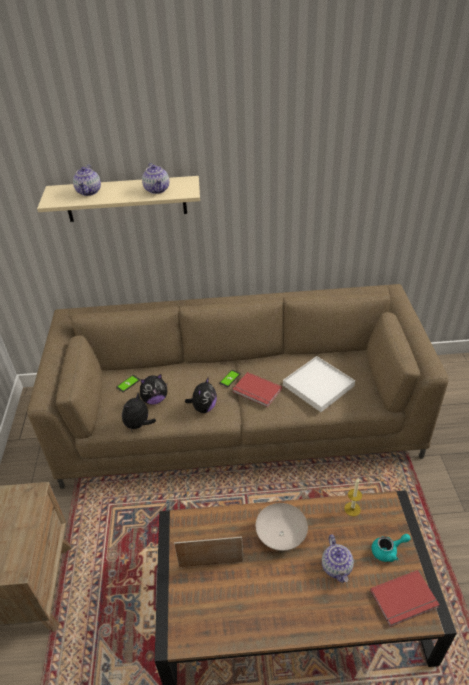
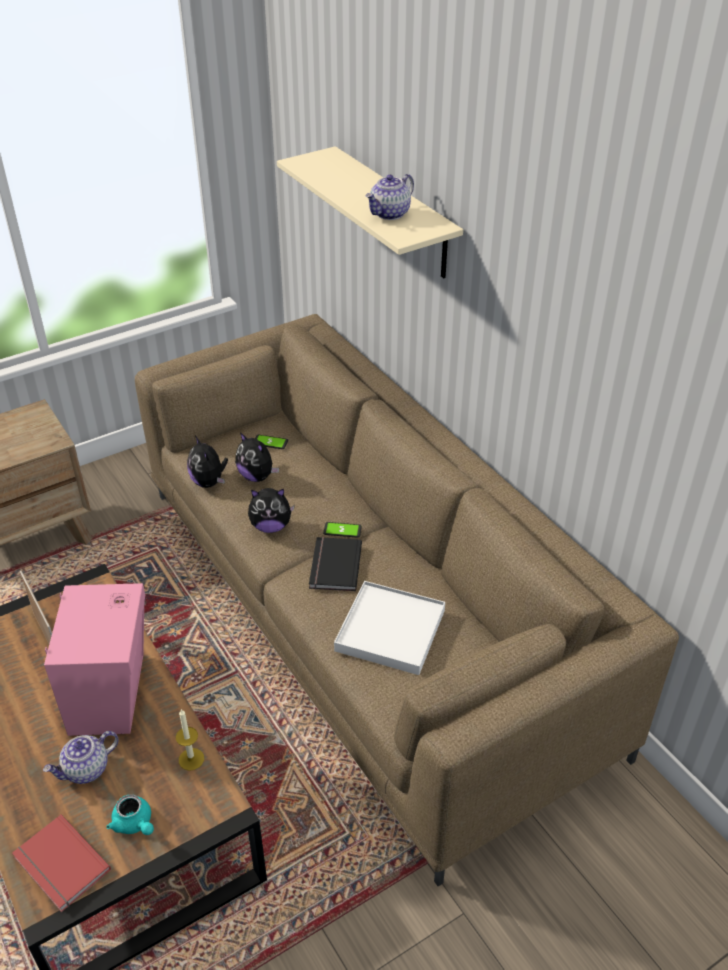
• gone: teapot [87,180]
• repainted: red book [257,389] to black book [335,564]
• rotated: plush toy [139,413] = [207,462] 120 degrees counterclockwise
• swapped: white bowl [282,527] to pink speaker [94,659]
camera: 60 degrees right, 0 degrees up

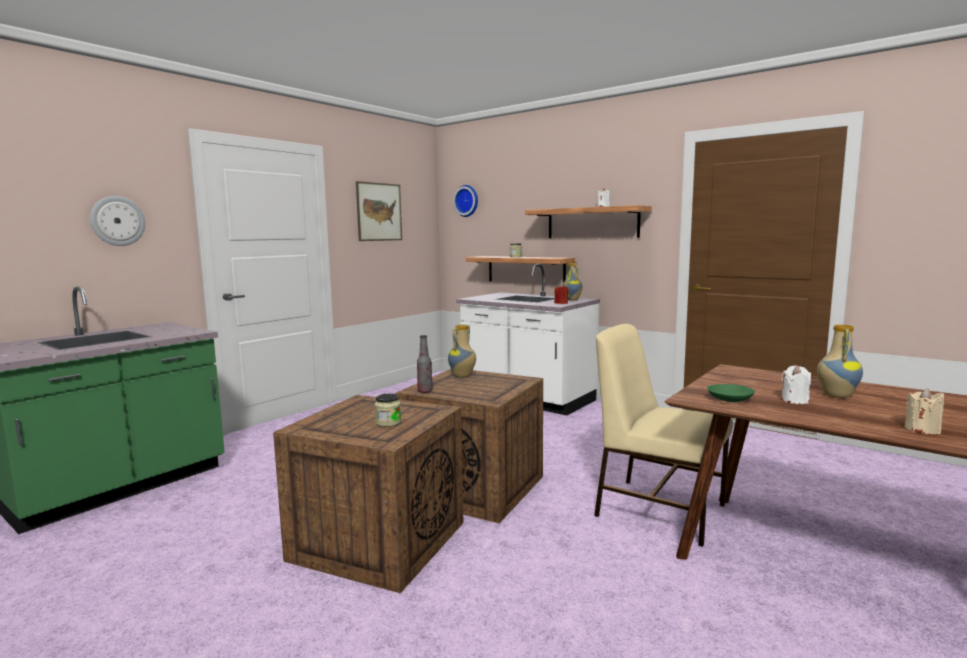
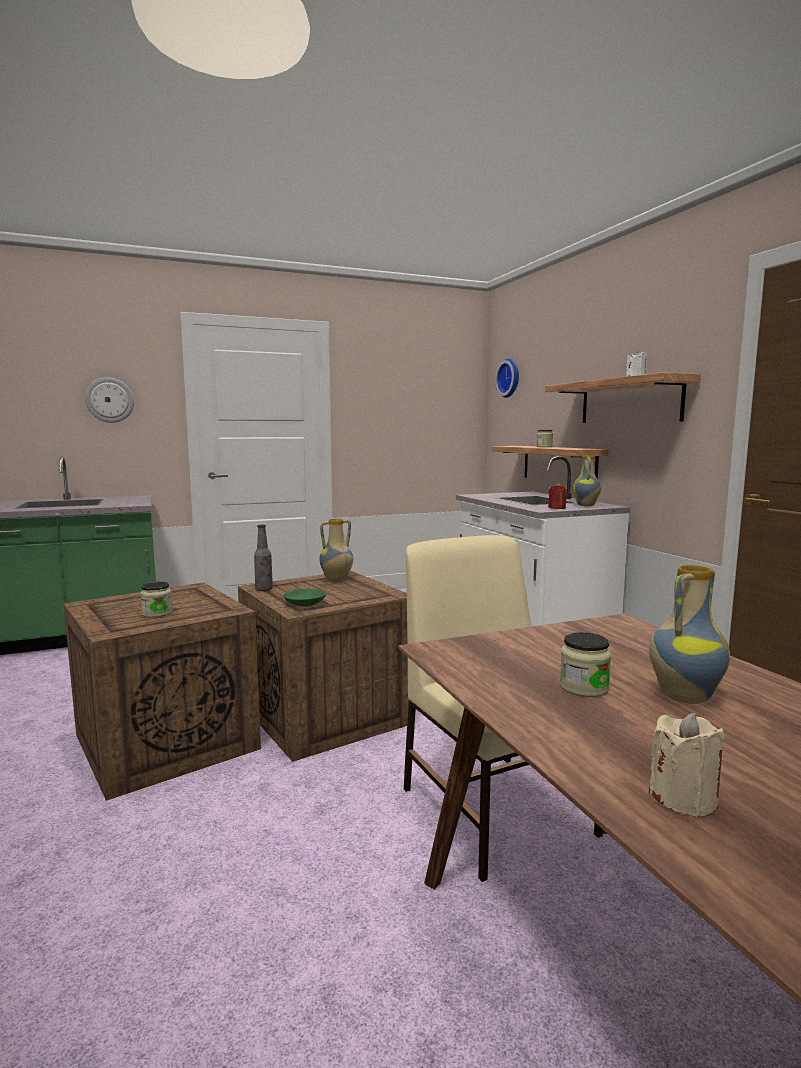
• gone: picture [379,211]
• swapped: white candle [796,384] to jar [585,664]
• shifted: green bowl [731,393] to [305,598]
camera: 30 degrees right, 0 degrees up

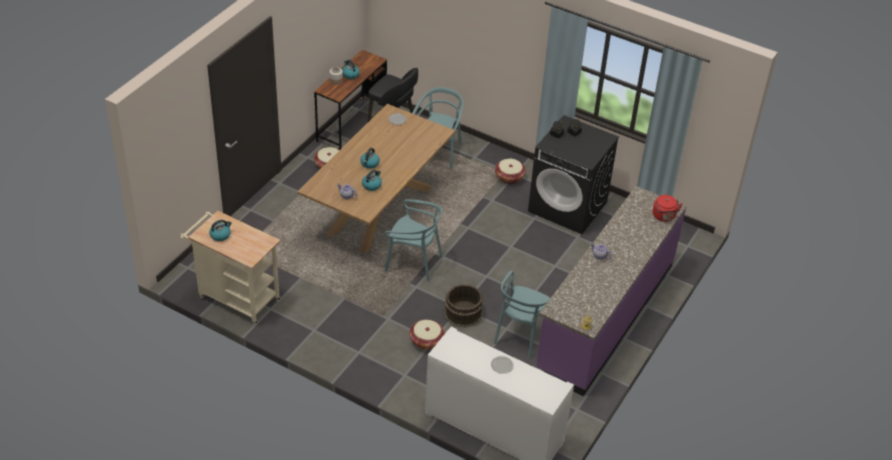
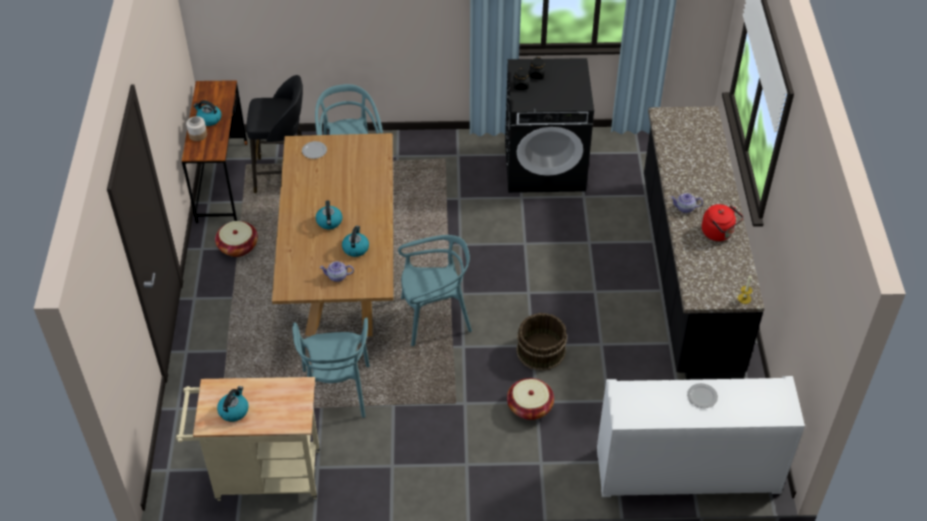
• gone: basket [510,171]
• repainted: purple counter [611,291] to black counter [704,243]
• shifted: red kettle [668,208] to [722,222]
• shifted: turquoise chair [522,314] to [331,367]
camera: 30 degrees left, 5 degrees up

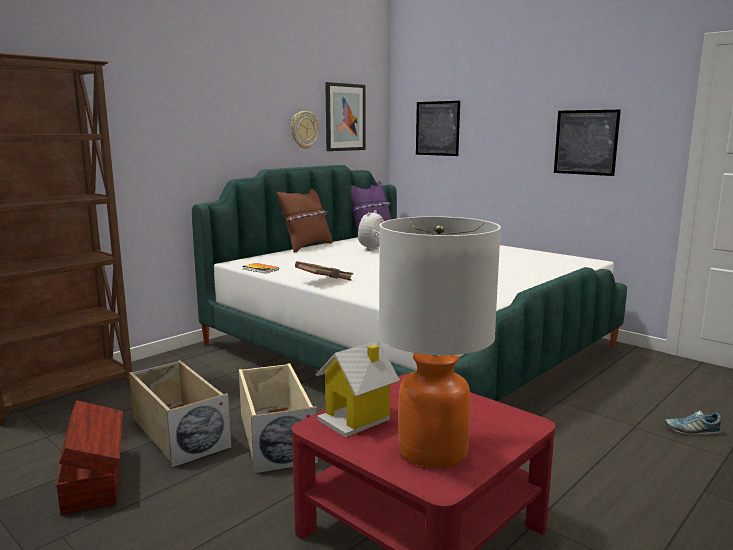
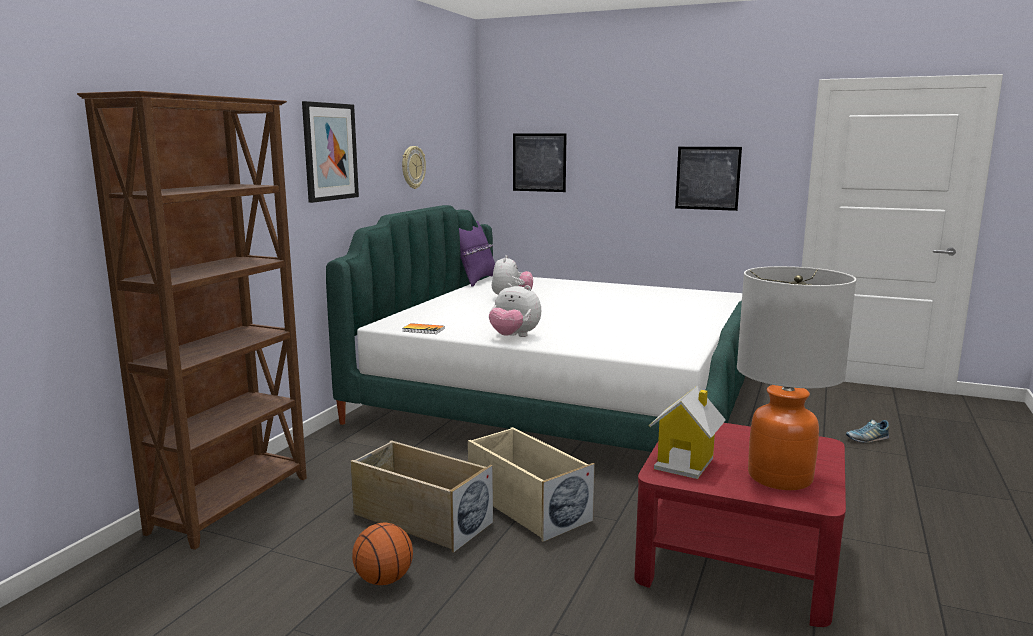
• shifted: picture [345,116] to [330,152]
• gone: brown pillow [304,221]
• swapped: brown book [324,271] to plush toy [515,310]
• swapped: brown storage box [89,457] to basketball [382,554]
camera: 20 degrees left, 0 degrees up

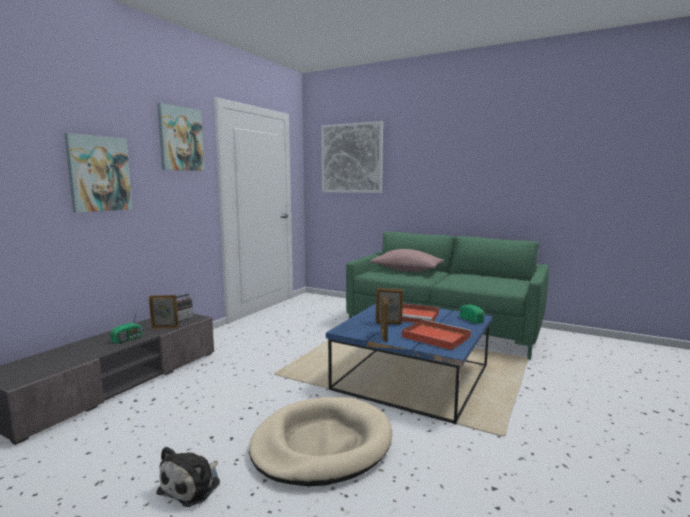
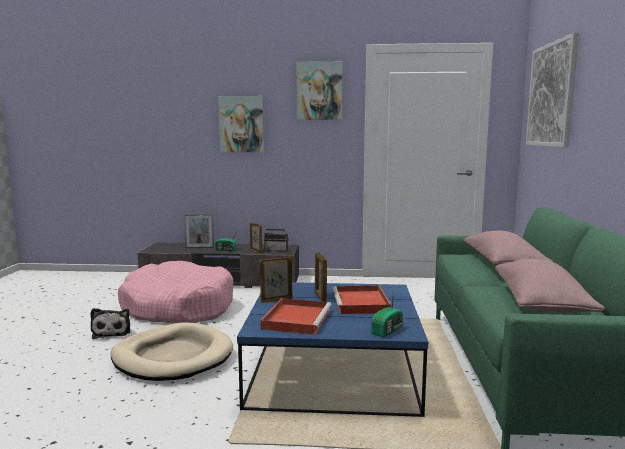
• rotated: plush toy [188,476] = [110,323] 105 degrees counterclockwise
• new: picture frame [199,230]
• new: pink pillow [550,286]
• new: pink dog bed [175,292]
camera: 65 degrees right, 0 degrees up

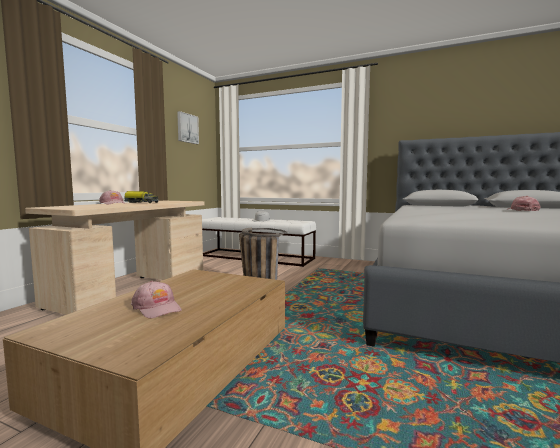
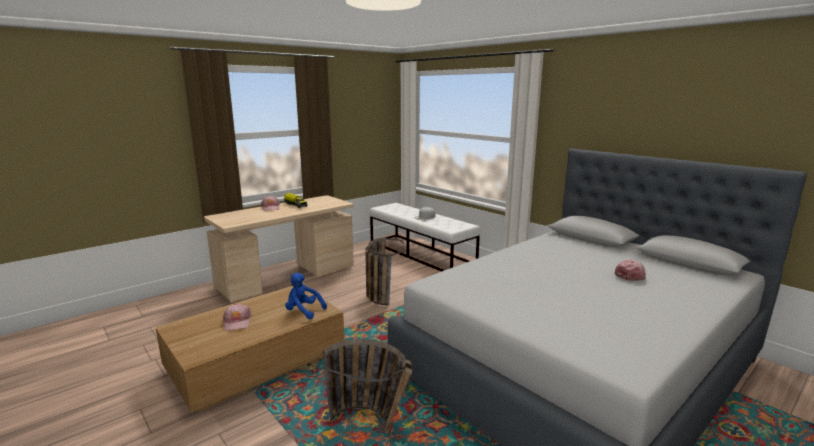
• gone: picture [188,127]
• new: blue plush toy [306,296]
• new: basket [367,386]
camera: 25 degrees right, 10 degrees up

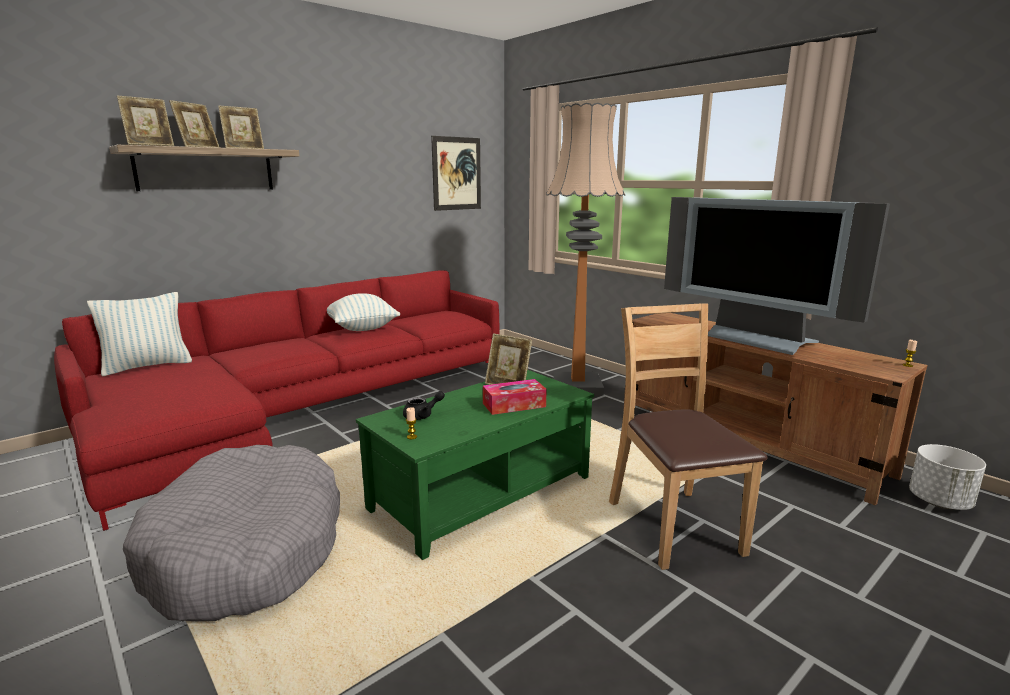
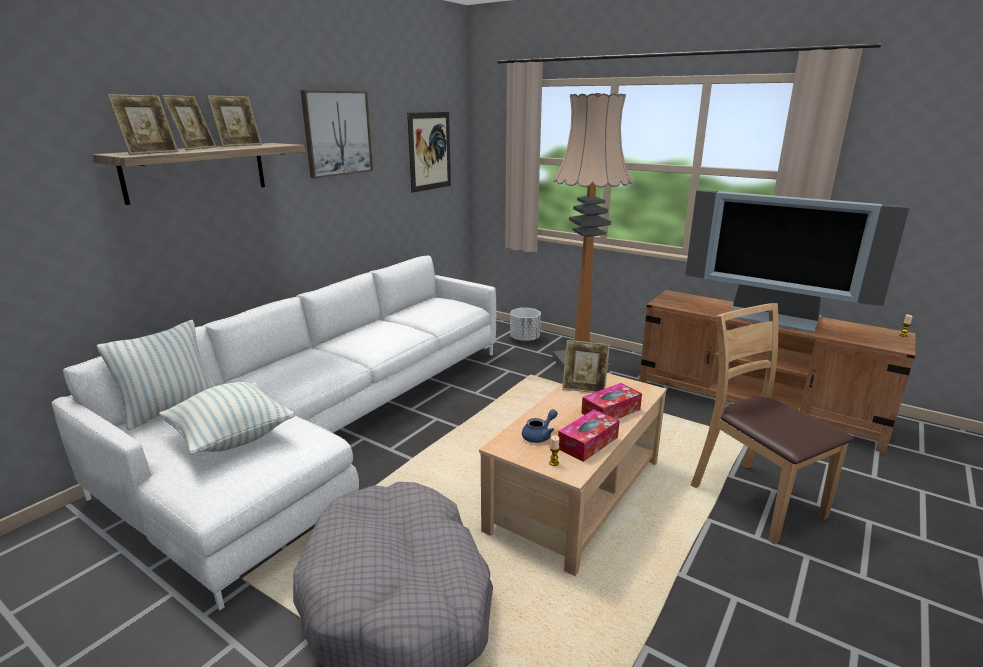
• repainted: red sofa [276,400] to white sofa [274,433]
• shifted: pillow [363,312] to [227,418]
• repainted: green coffee table [475,465] to beige coffee table [573,474]
• repainted: black teapot [424,405] to blue teapot [540,426]
• shifted: white planter [947,477] to [525,325]
• new: picture [337,134]
• new: tissue box [589,436]
camera: 15 degrees left, 5 degrees up

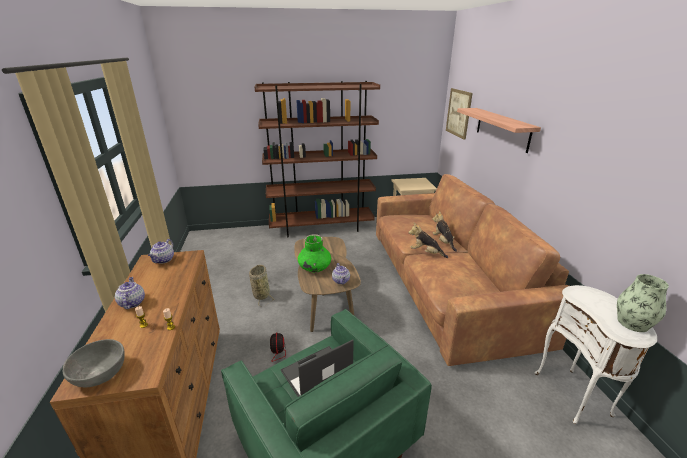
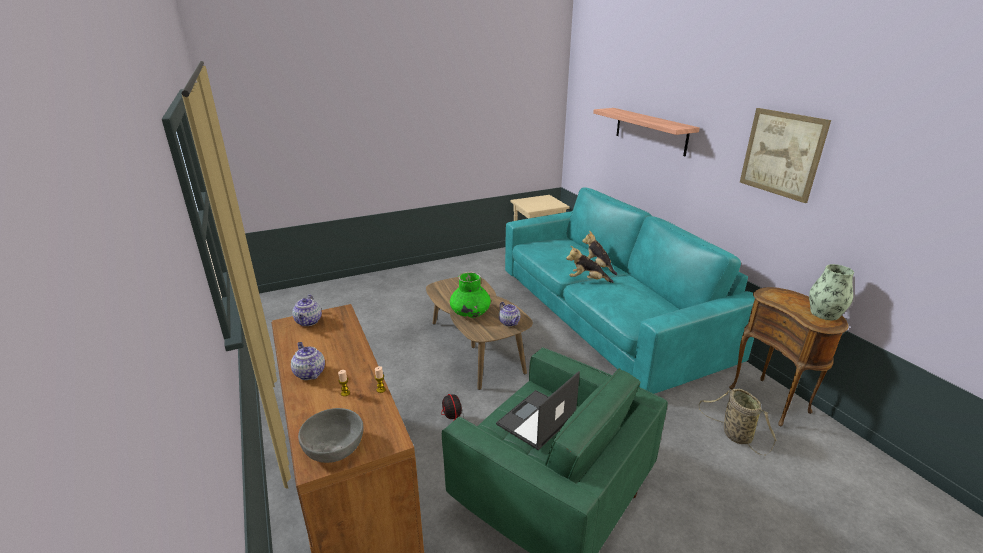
• gone: brown bookcase [317,159]
• shifted: picture [459,114] to [785,155]
• repainted: brown sofa [472,270] to turquoise sofa [630,290]
• shifted: basket [262,285] to [737,422]
• repainted: white side table [595,354] to brown side table [789,356]
camera: 15 degrees left, 0 degrees up

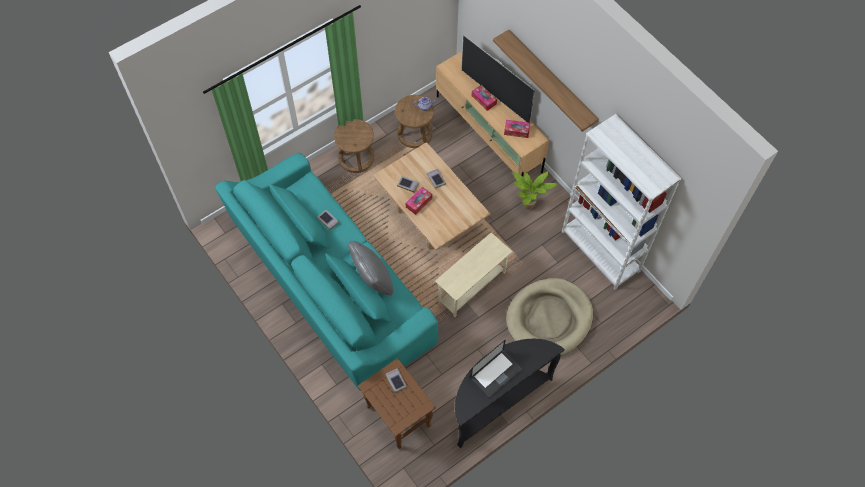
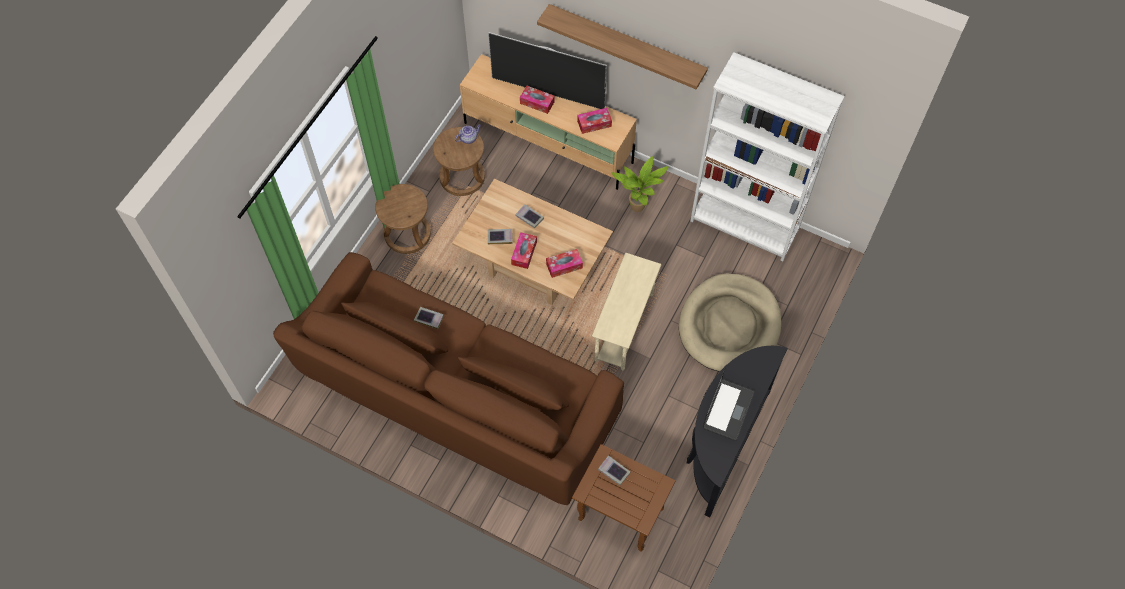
• repainted: turquoise sofa [326,271] to brown sofa [448,378]
• gone: grey pillow [370,268]
• new: tissue box [564,263]
camera: 25 degrees left, 0 degrees up

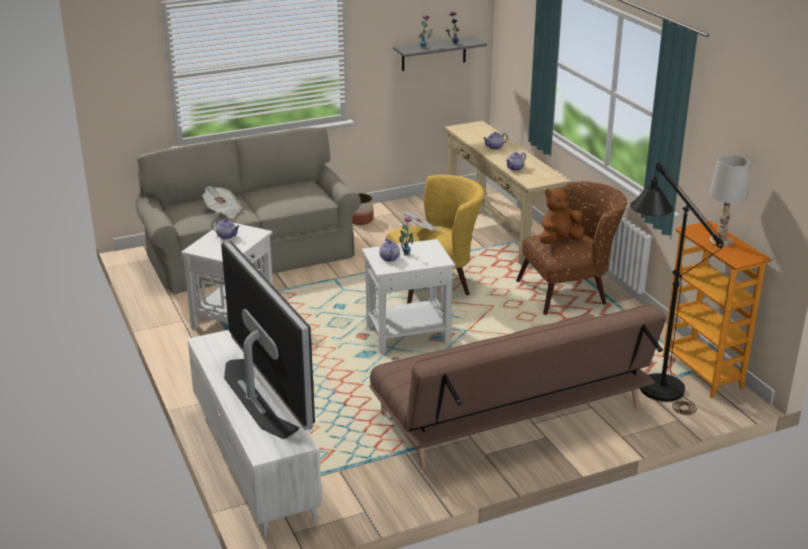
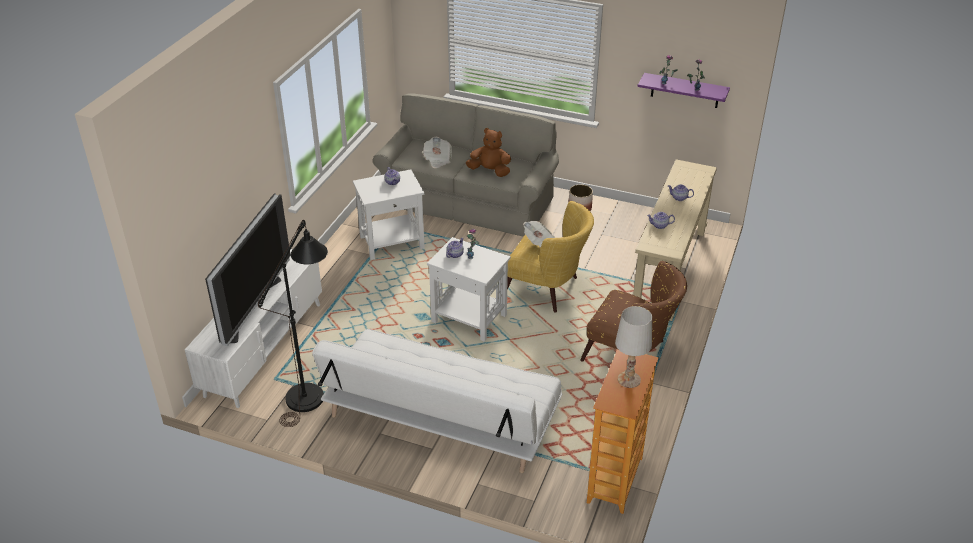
• repainted: grey shelf [440,53] to purple shelf [683,90]
• shifted: black floor lamp [677,289] to [293,323]
• shifted: brown plush toy [562,215] to [488,152]
• repainted: brown sofa [517,387] to white sofa [437,401]
camera: 45 degrees right, 10 degrees up

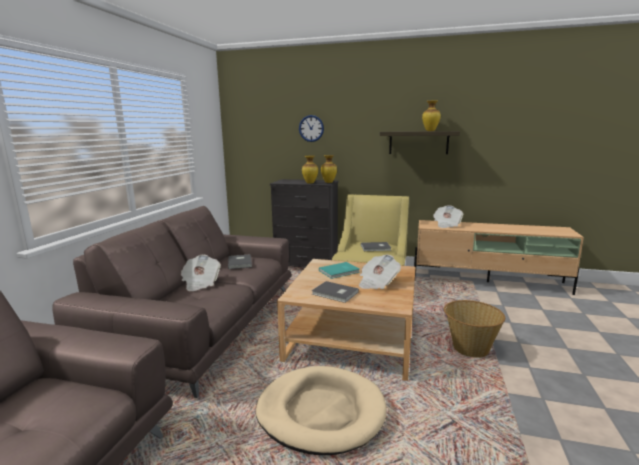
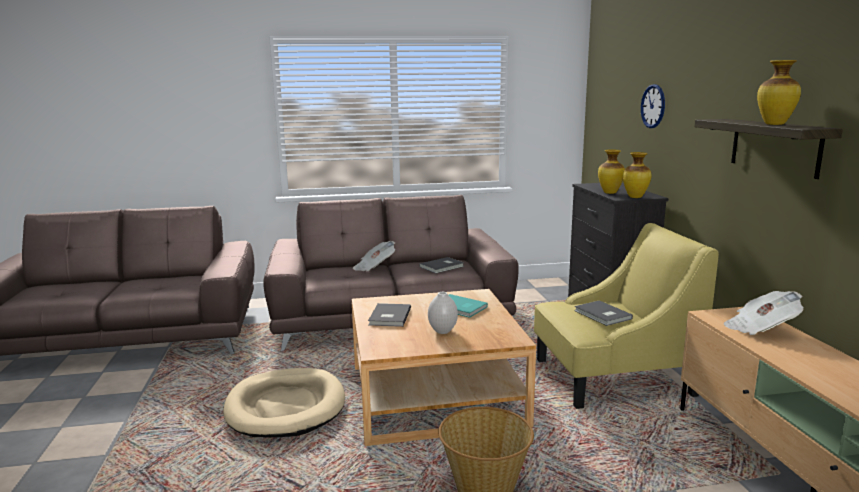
• swapped: newspaper [380,271] to white vase [443,313]
camera: 65 degrees right, 0 degrees up

